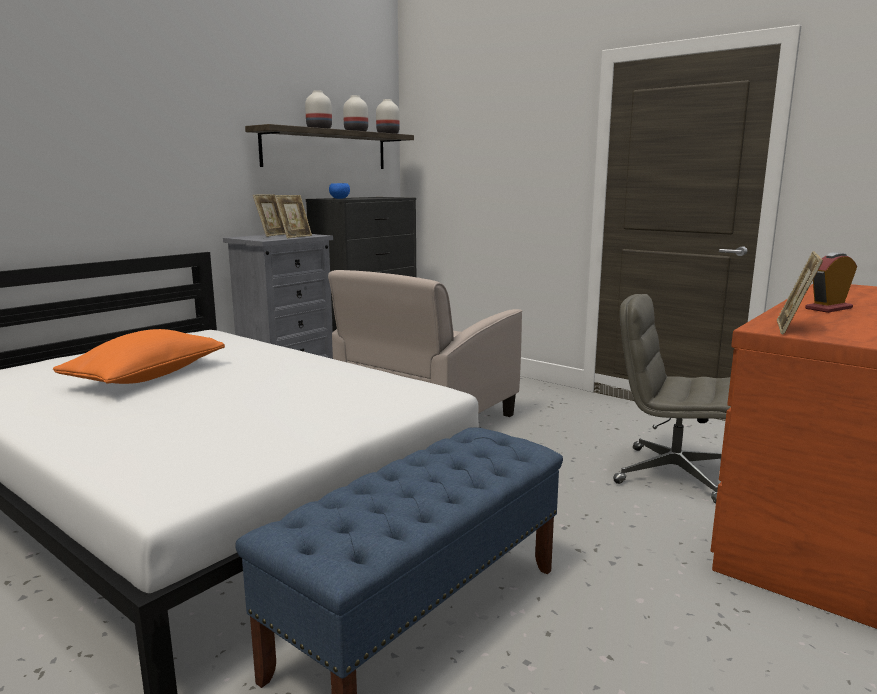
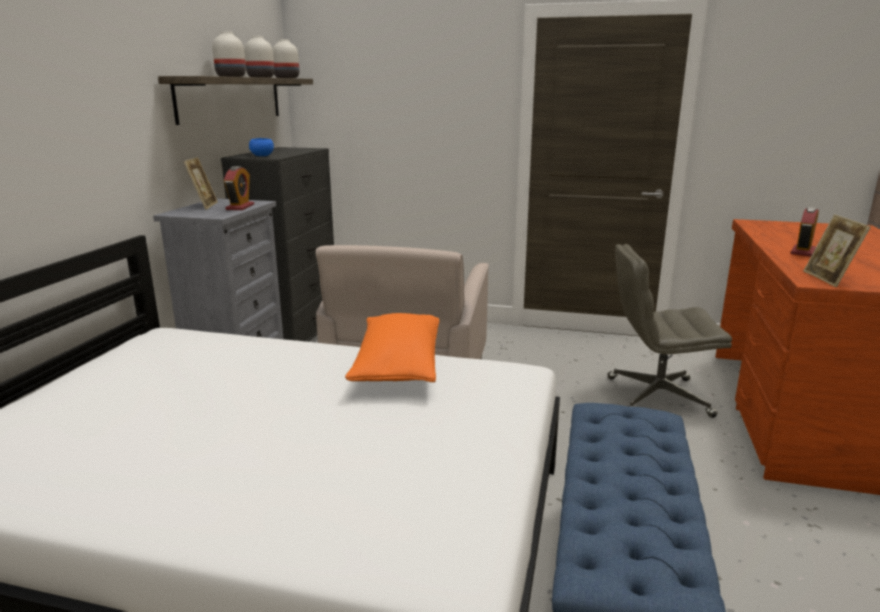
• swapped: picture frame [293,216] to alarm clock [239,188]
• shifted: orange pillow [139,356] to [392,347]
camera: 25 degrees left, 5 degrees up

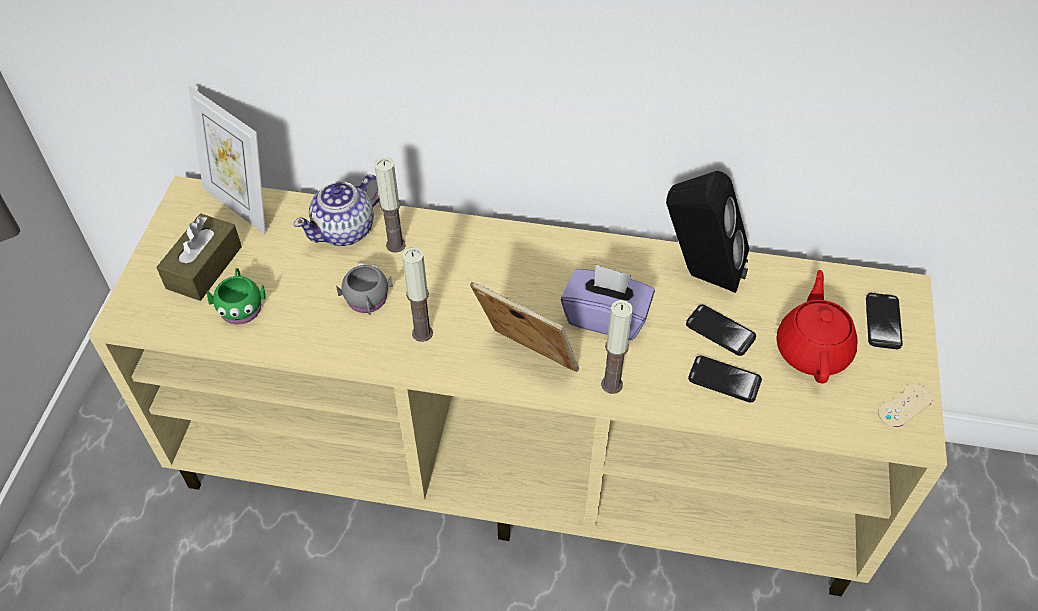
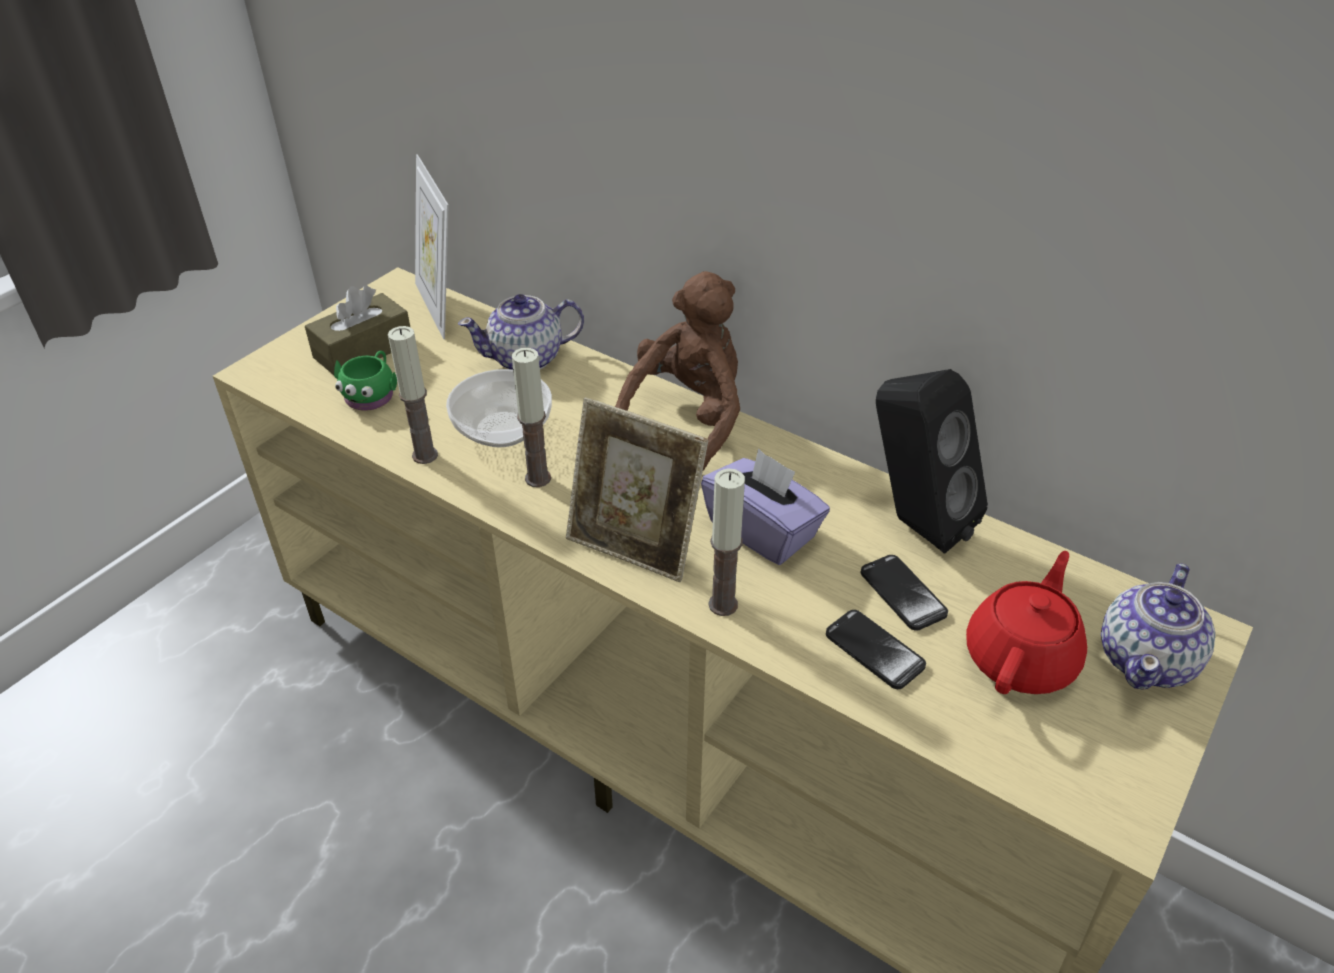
• shifted: candle [390,205] to [413,395]
• swapped: grey mug [364,289] to bowl [499,408]
• rotated: picture frame [524,327] = [637,489] 150 degrees clockwise
• swapped: phone [884,321] to teapot [1158,626]
• gone: beige game controller [905,405]
• new: brown plush toy [677,371]
camera: 25 degrees right, 10 degrees down

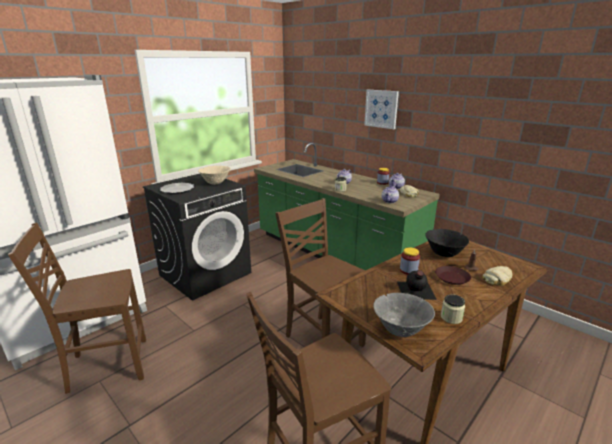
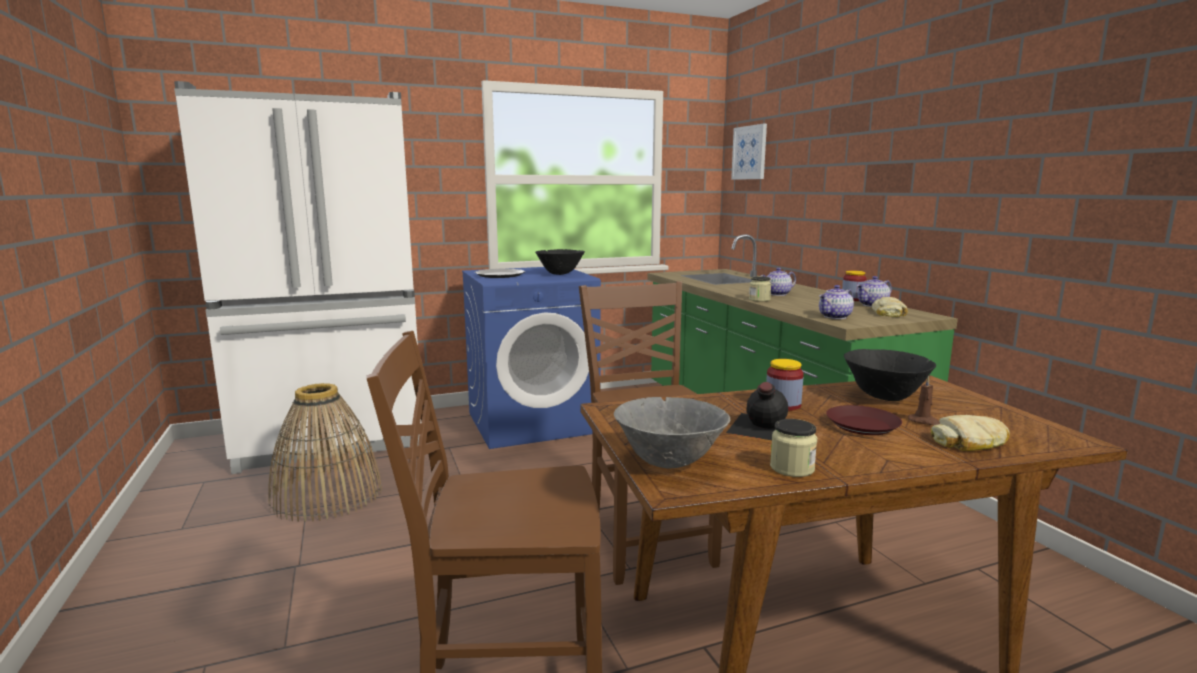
• shifted: picture [381,109] to [749,152]
• repainted: beige bowl [214,175] to black bowl [560,262]
• repainted: black washing machine [197,237] to blue washing machine [531,358]
• swapped: brown chair [77,308] to basket [325,452]
camera: 25 degrees right, 10 degrees down

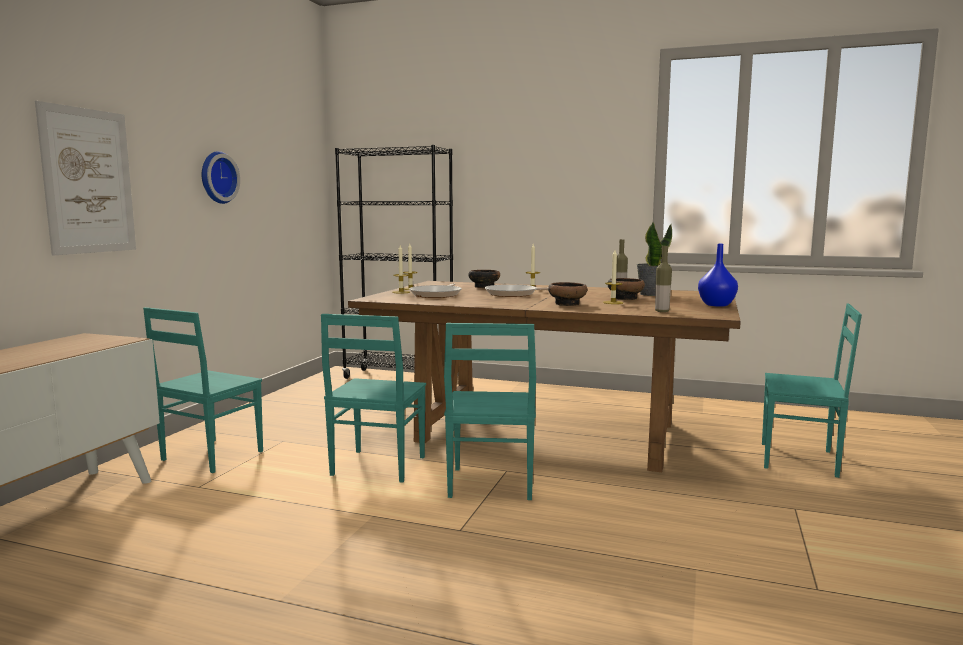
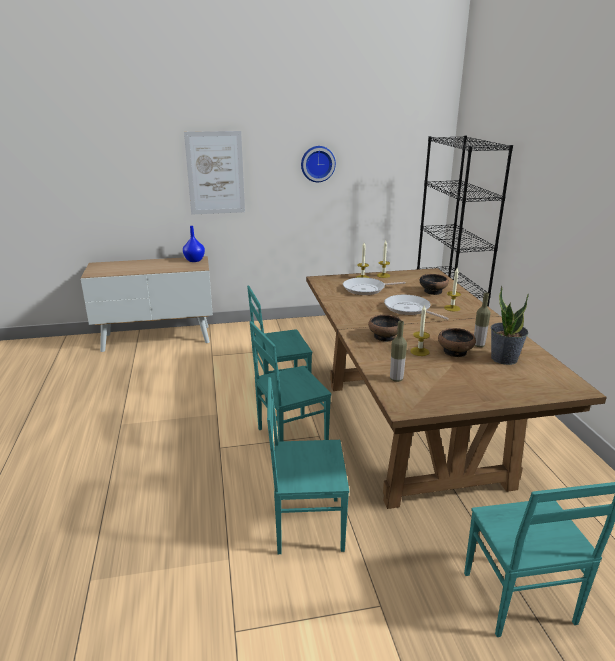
• shifted: blue vase [718,275] to [194,244]
• shifted: turquoise chair [203,390] to [308,465]
camera: 60 degrees right, 15 degrees up

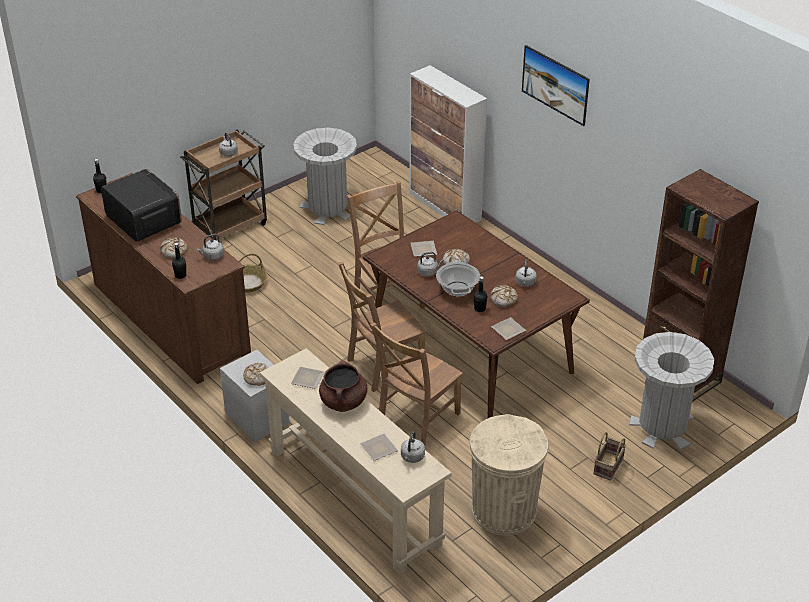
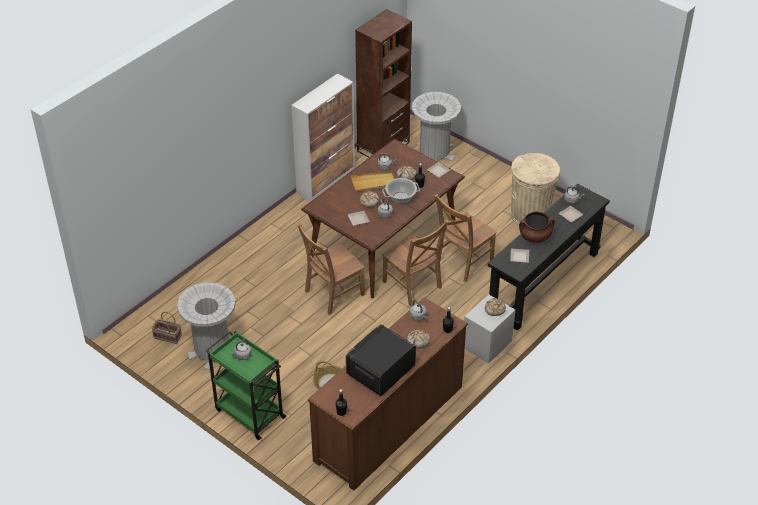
• gone: picture [556,85]
• shifted: cabinet [448,144] to [323,138]
• repainted: brown cart [223,185] to green cart [246,385]
• rotated: brown chair [416,384] = [465,238] 105 degrees clockwise
• repainted: beige console table [356,461] to black console table [549,257]
• shifted: basket [609,456] to [167,328]
• new: beige tray [373,180]
camera: 100 degrees left, 5 degrees up

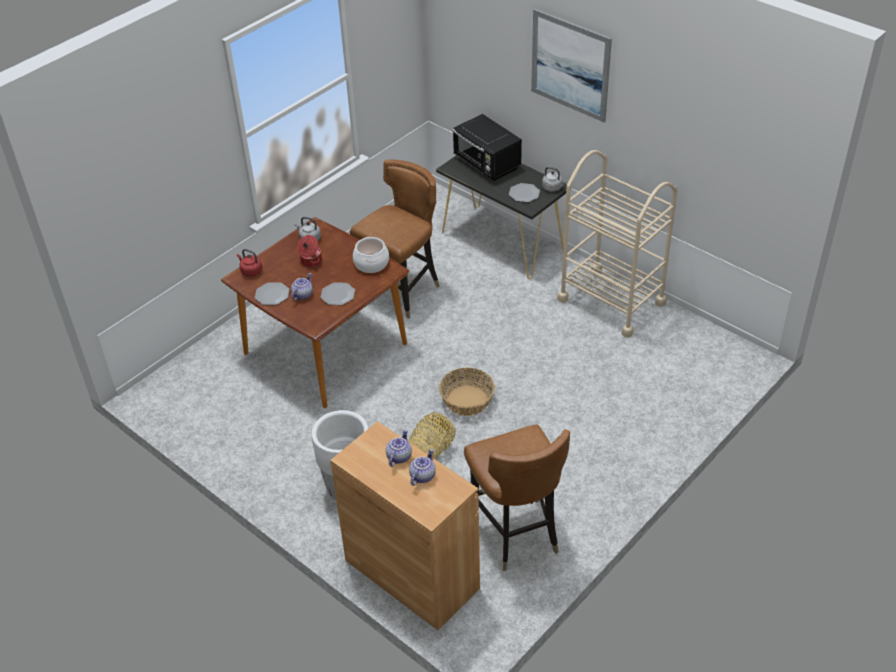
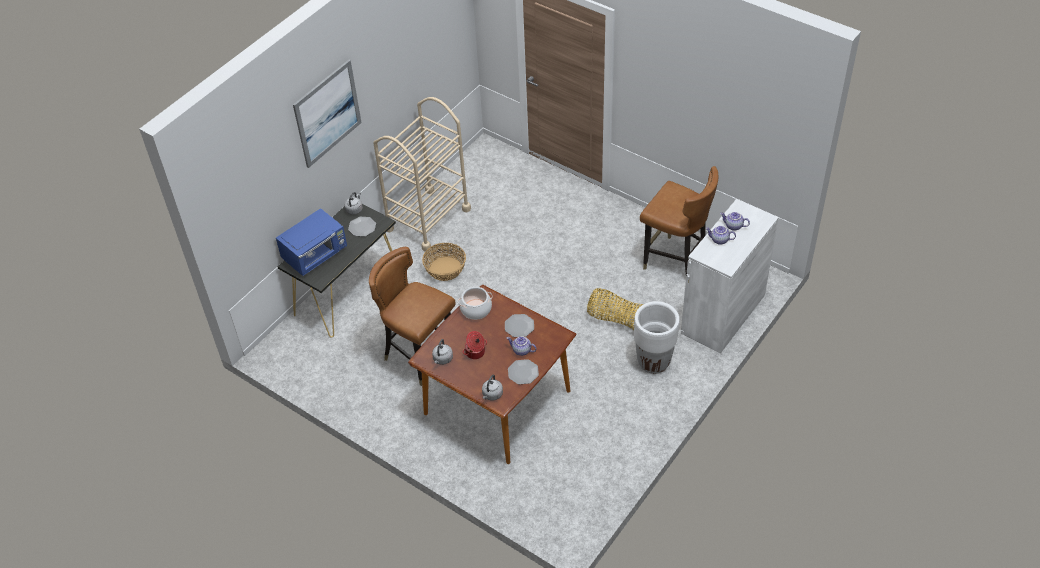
• repainted: black microwave [487,147] to blue microwave [311,242]
• repainted: red kettle [250,263] to grey kettle [492,387]
• shifted: basket [467,391] to [444,262]
• repainted: brown cabinet [405,525] to white cabinet [730,276]
• rotated: brown chair [517,498] = [679,220] 60 degrees clockwise
camera: 95 degrees left, 5 degrees up

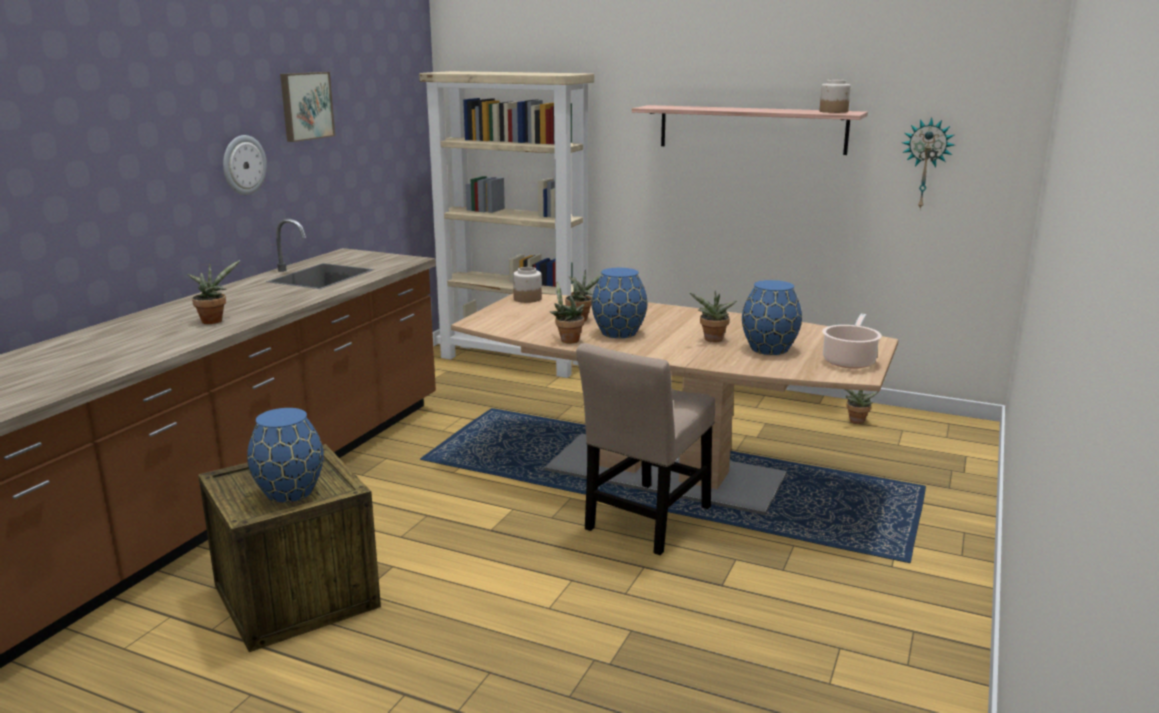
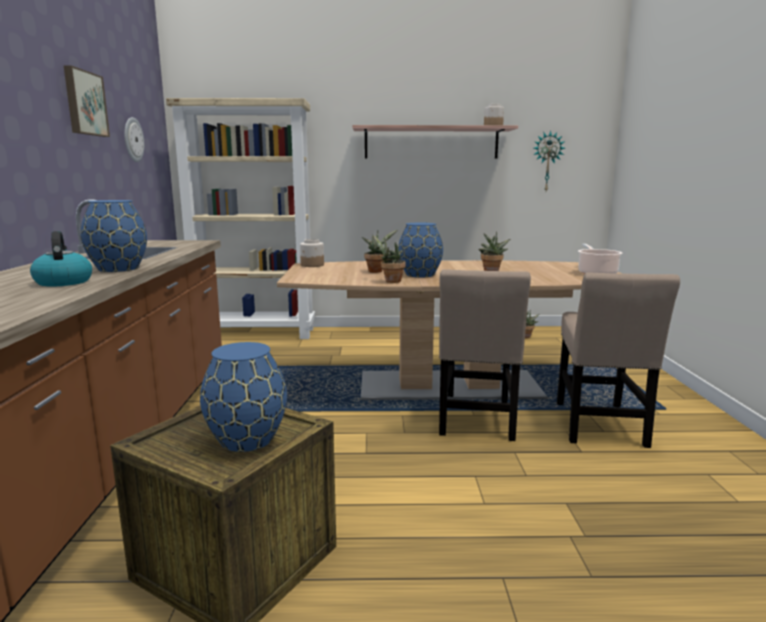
• shifted: wall clock [245,165] to [134,139]
• swapped: potted plant [213,292] to kettle [61,259]
• shifted: blue vase [772,317] to [113,236]
• new: beige chair [618,360]
camera: 25 degrees left, 5 degrees down

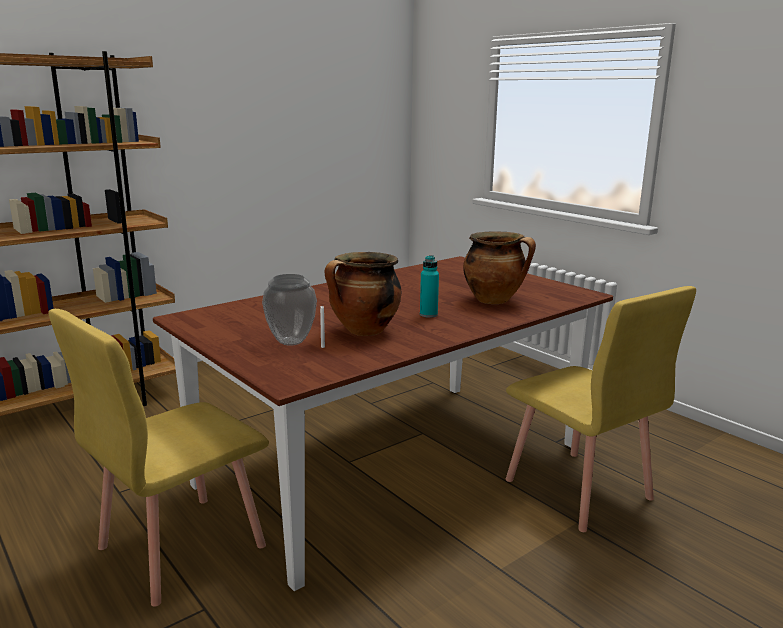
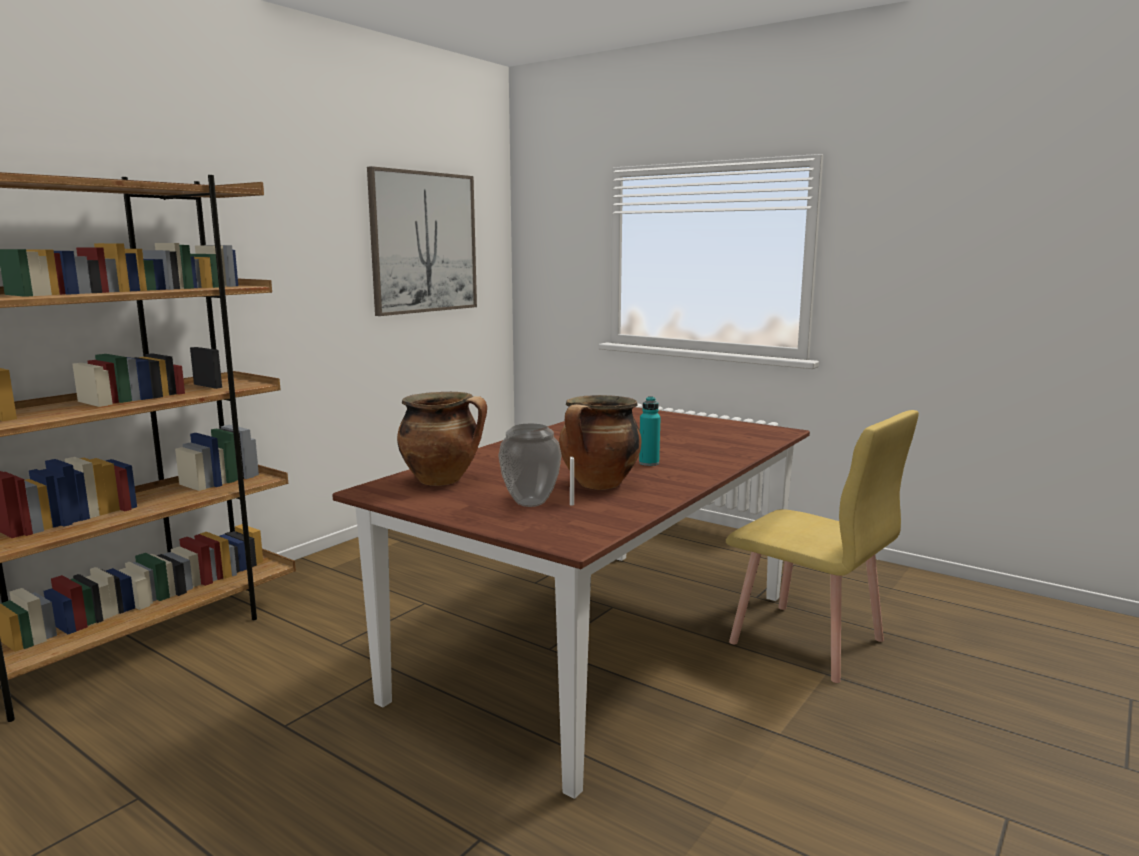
• shifted: cooking pot [499,268] to [442,439]
• gone: yellow chair [158,458]
• new: picture [422,241]
camera: 15 degrees left, 5 degrees down

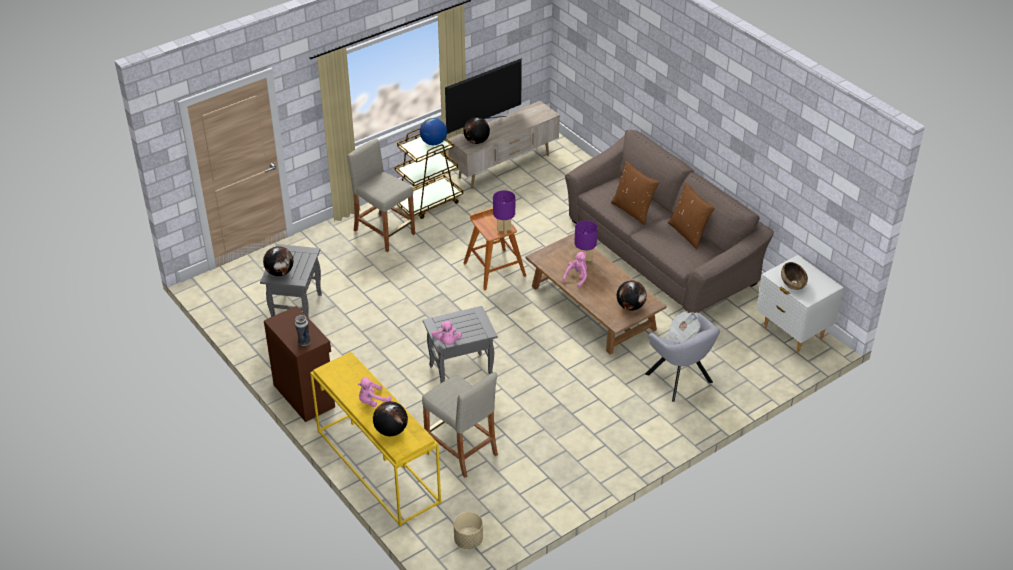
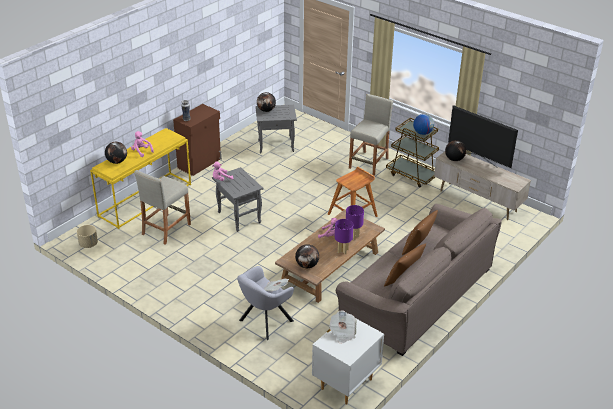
• shifted: purple table lamp [504,212] to [344,236]
• swapped: brown bowl [794,276] to newspaper [343,327]
camera: 75 degrees right, 5 degrees down

